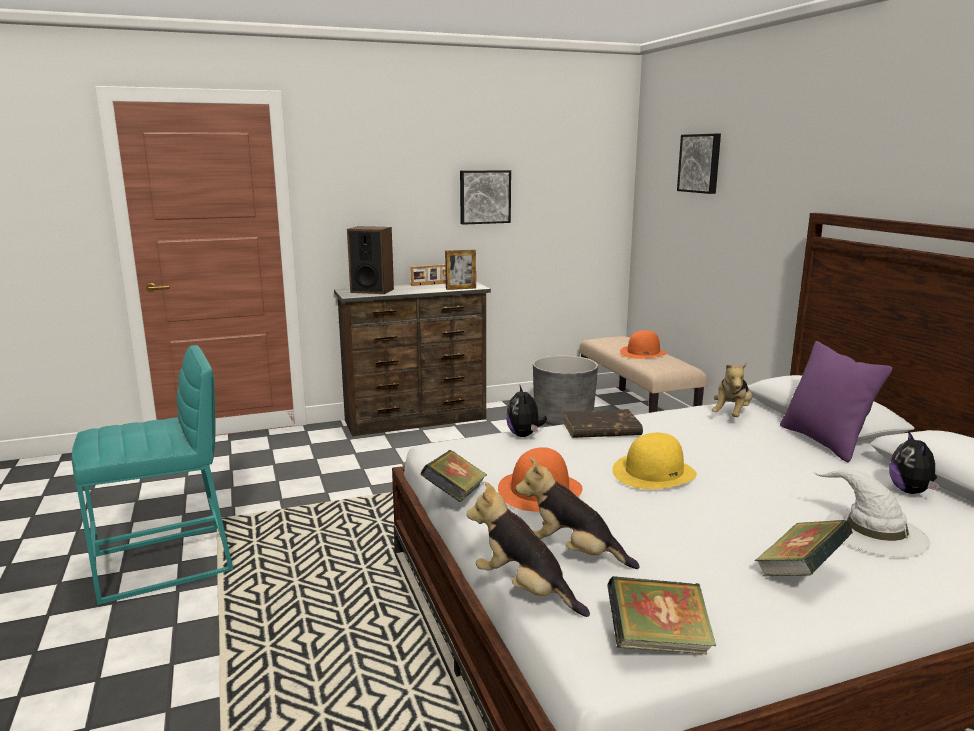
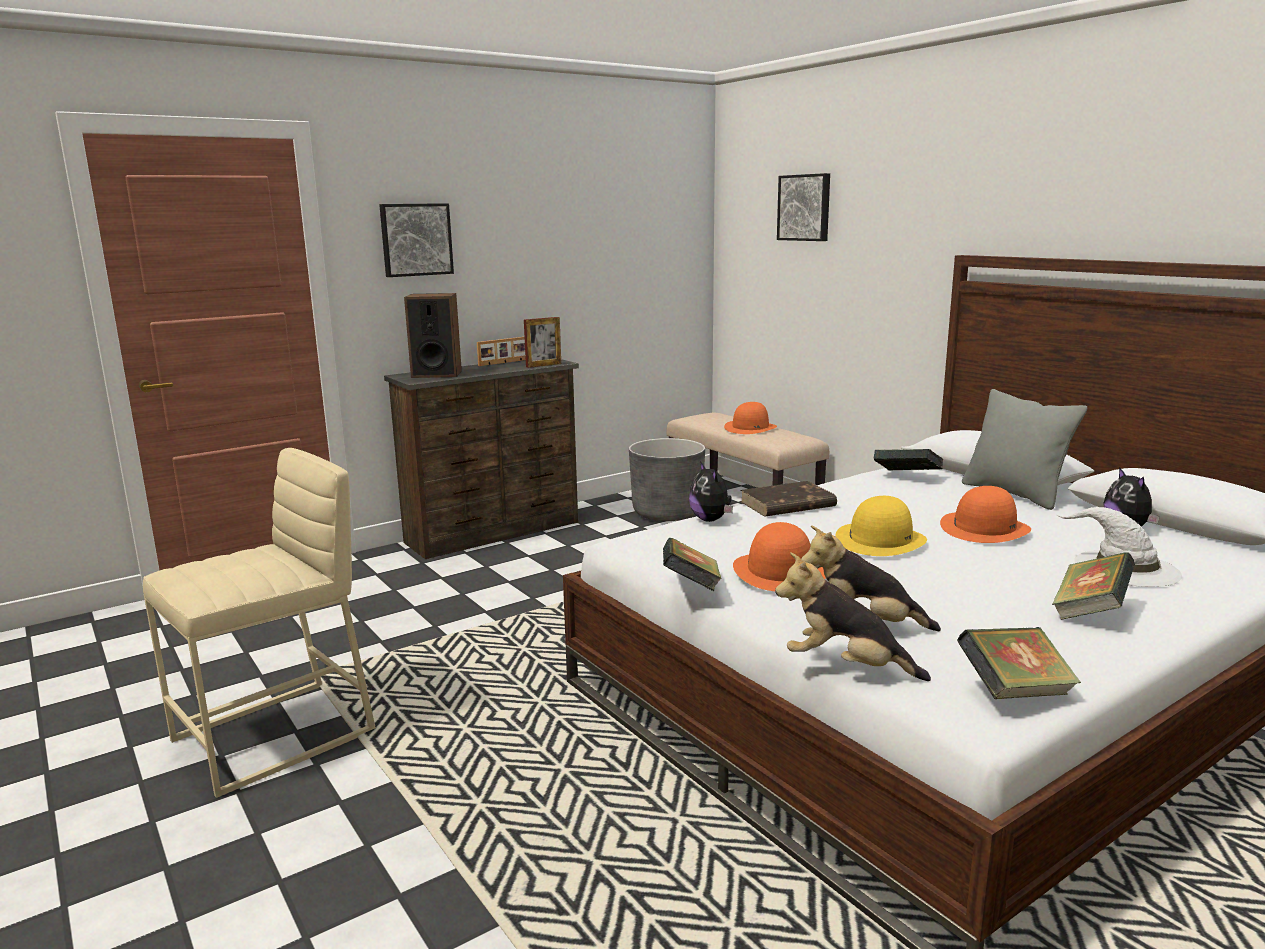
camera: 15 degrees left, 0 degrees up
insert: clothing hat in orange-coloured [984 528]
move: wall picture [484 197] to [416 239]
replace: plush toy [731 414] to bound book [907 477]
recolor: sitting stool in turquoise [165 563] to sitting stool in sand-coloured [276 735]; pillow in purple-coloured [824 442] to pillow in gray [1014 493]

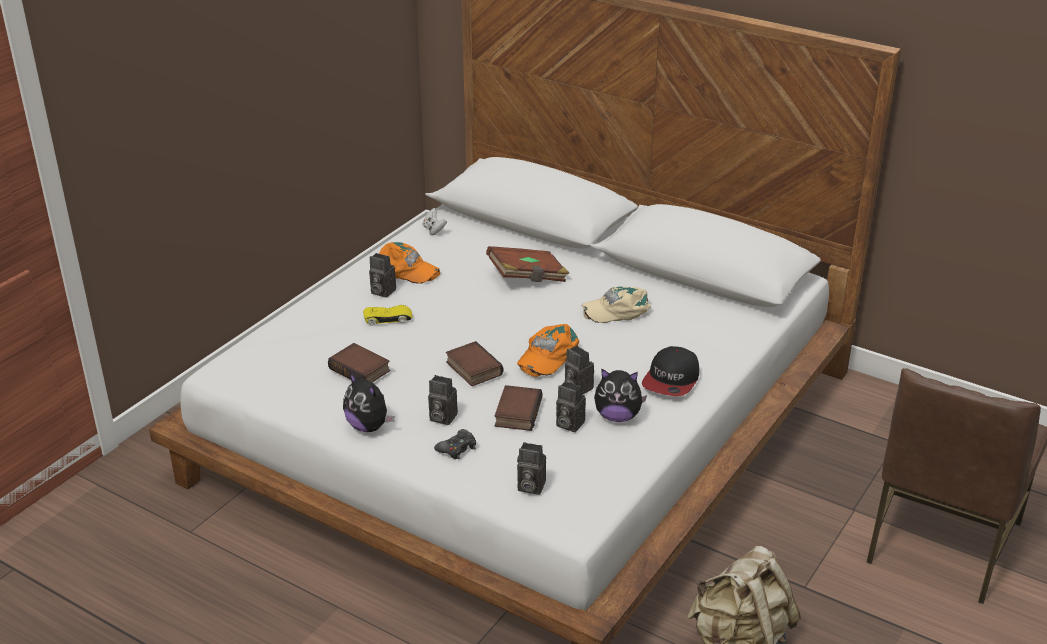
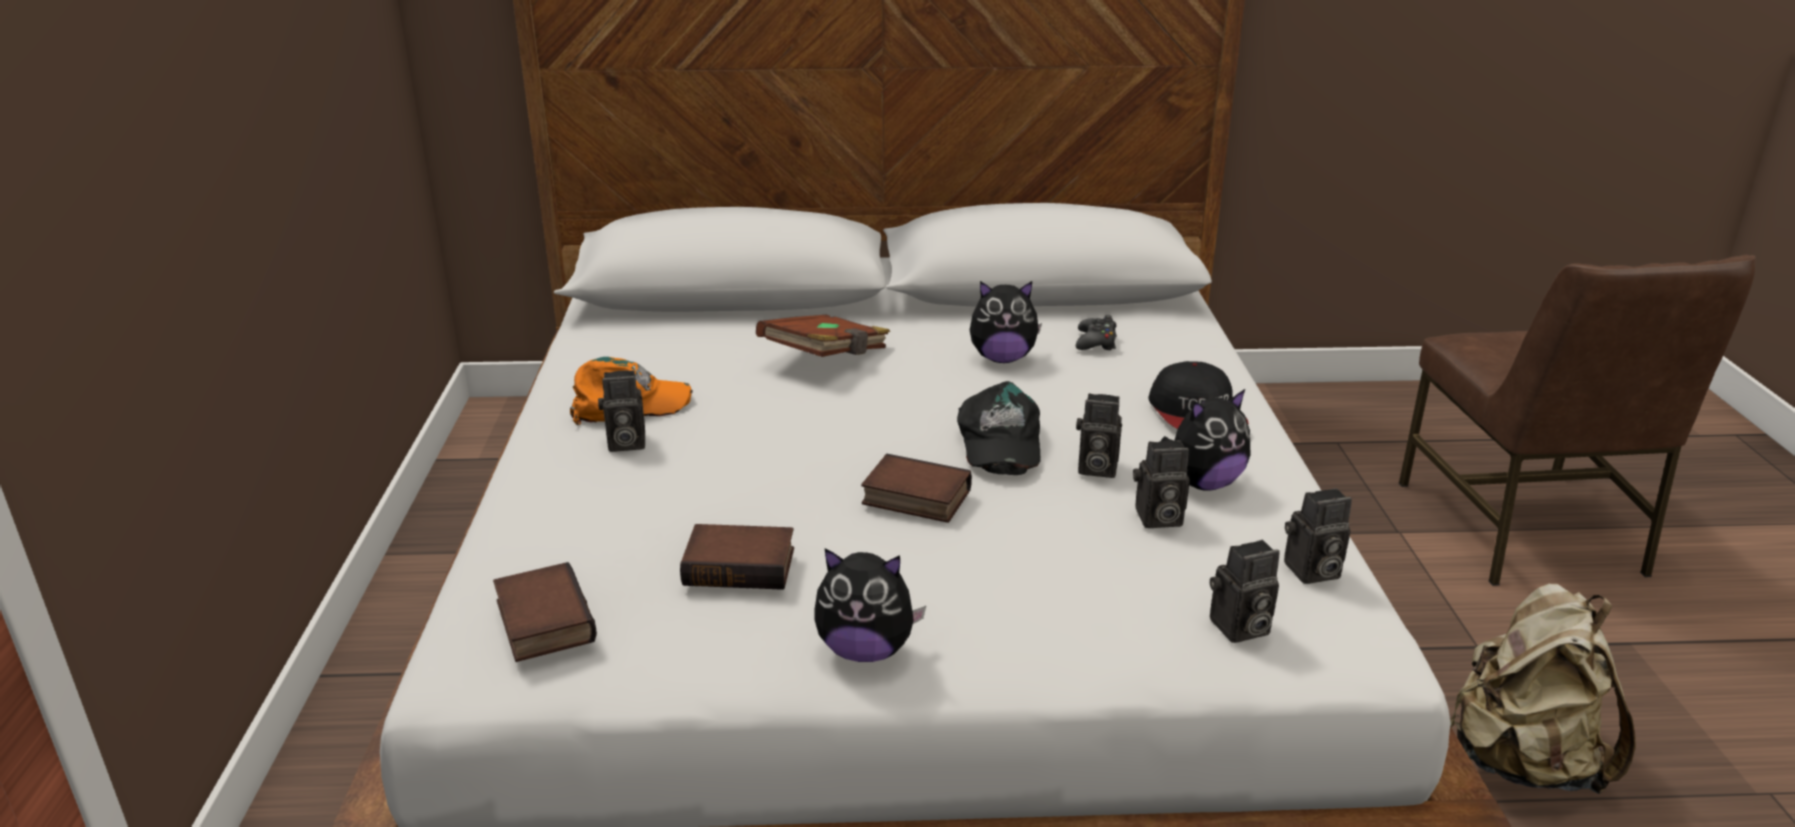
camera: 35 degrees left, 5 degrees down
delete: model car in yellowish [388 318]; game controller in white-coloured [434 230]
move: bound book [516 412] to [541 621]; game controller in black-coloured [457 449] to [1096 342]; still camera [441 417] to [1311 572]
replace: cap in sand-coloured [617 310] to plush toy [1002 358]
recolor: cap in orange-coloured [547 355] to cap in black-coloured [998 441]

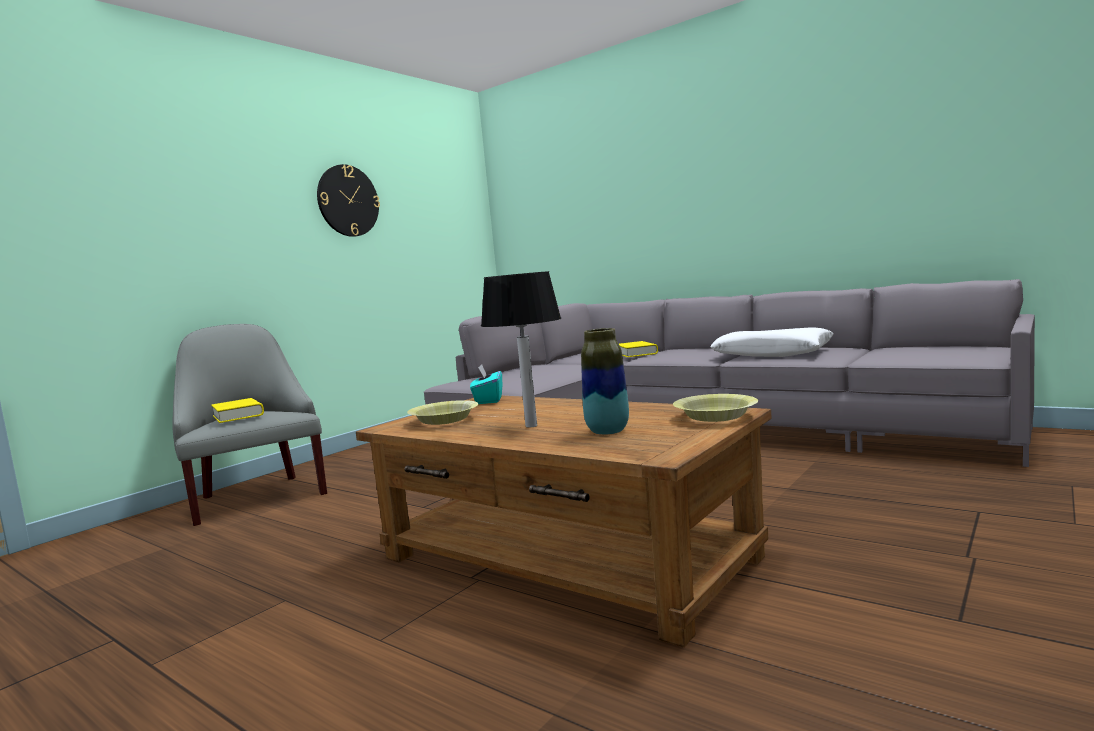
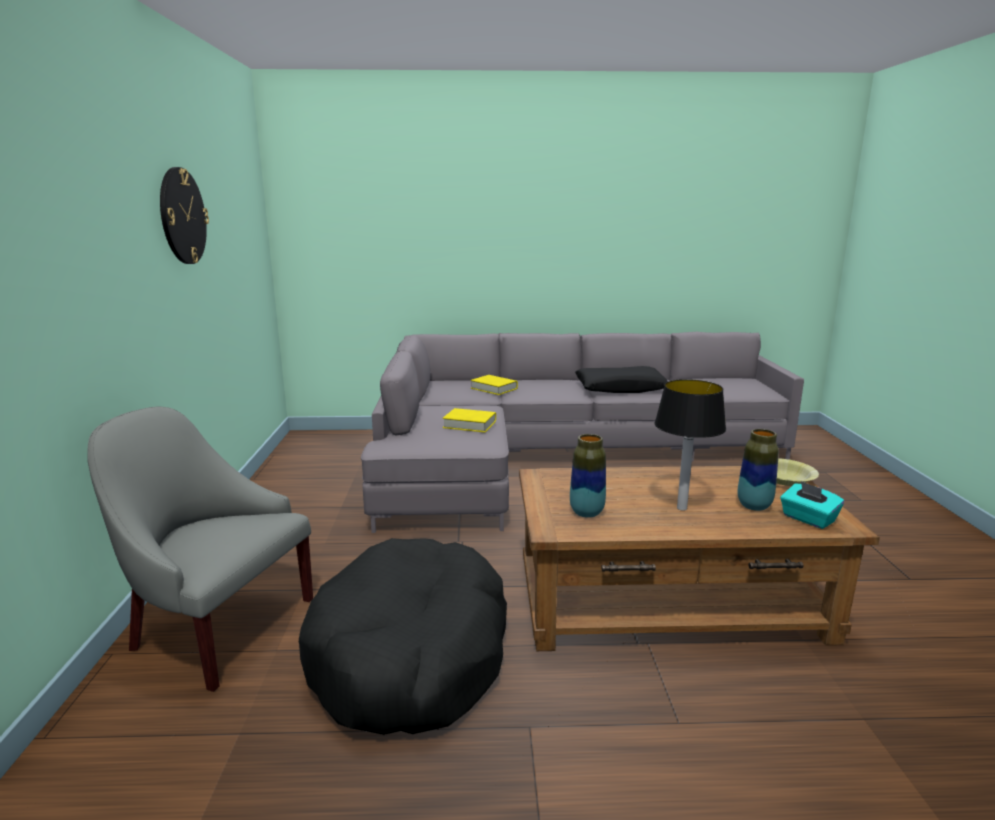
camera: 40 degrees left, 10 degrees up
insert: dog cushion in black-coloured [410 655]
move: bound book in yellowish [238 415] to [469 424]; tissue holder in turquoise [488 400] to [808 519]
replace: serving bowl in yellowish [445 421] to flower vase [586 513]
recolor: pillow in white-coloured [772 354] to pillow in black-coloured [620 388]

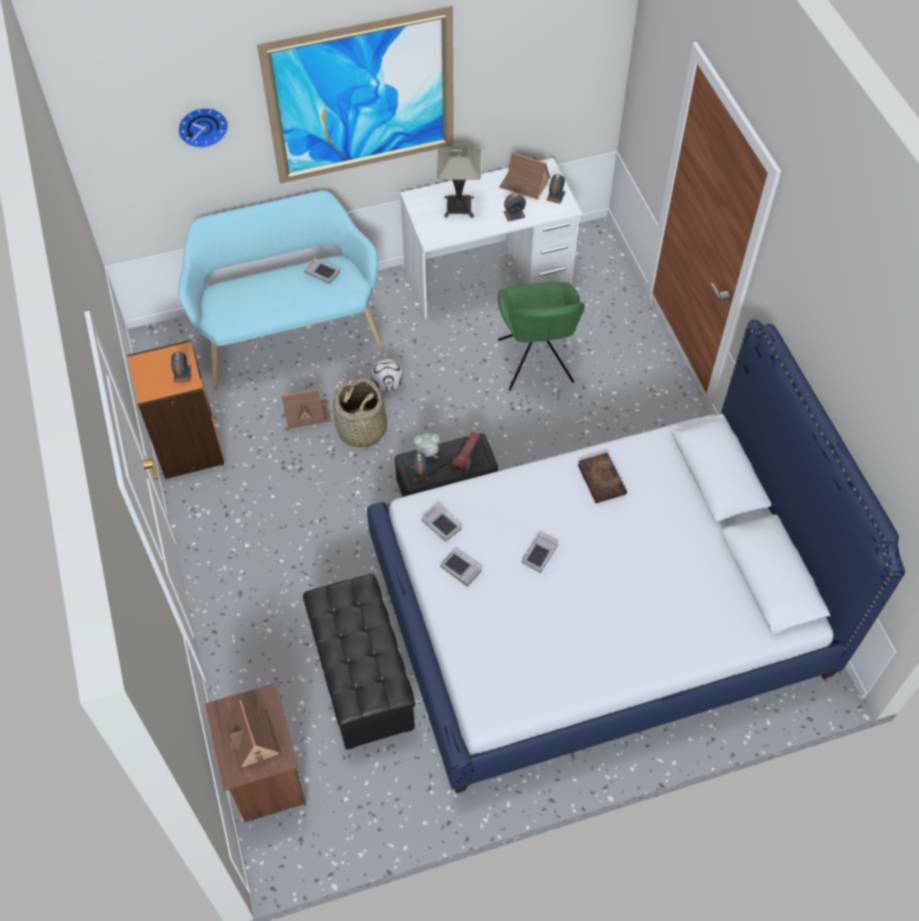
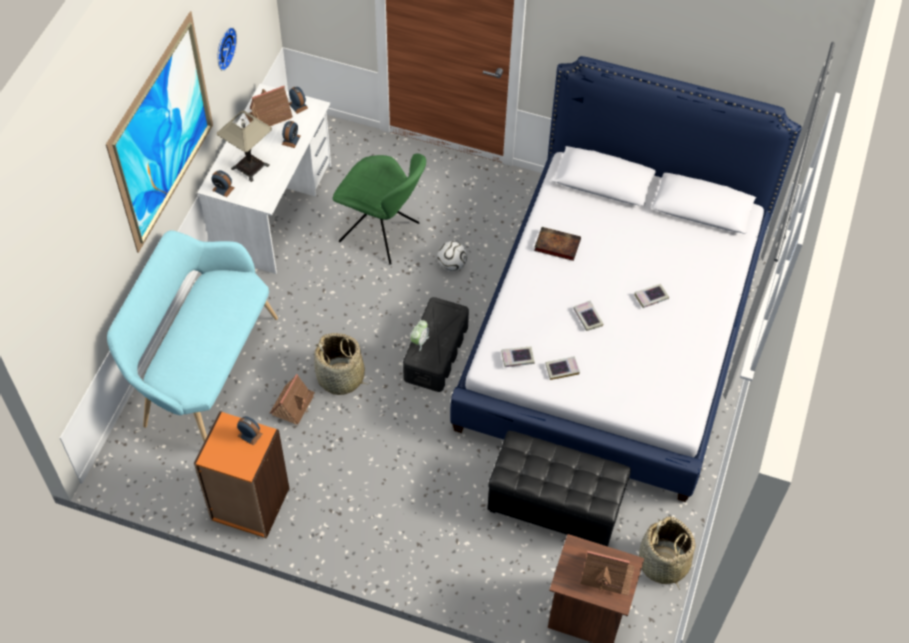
camera: 55 degrees left, 0 degrees up
delete: flashlight [466 455]
insert: household basket [663 563]
move: table clock [420 473] to [223 189]; hanging clock [202 125] to [223 48]; ball for football [388 385] to [451 264]; bound book [322 273] to [651 297]

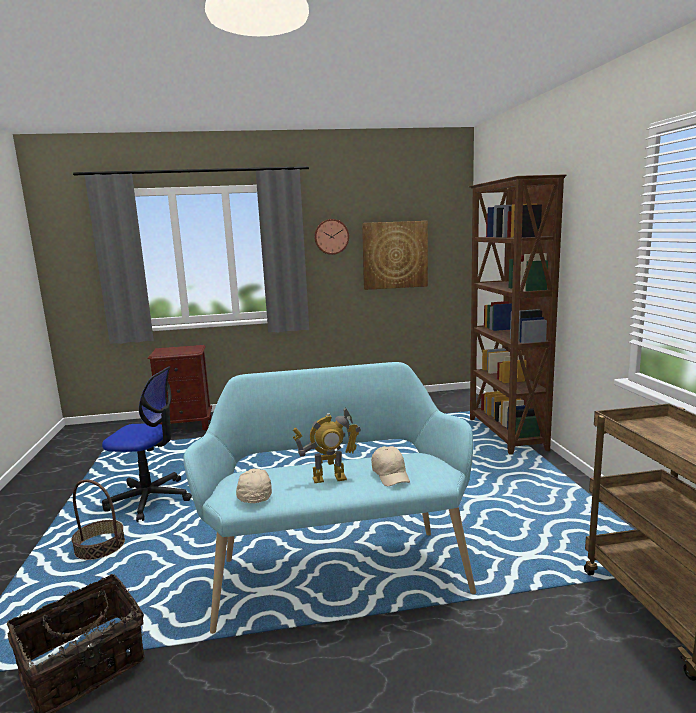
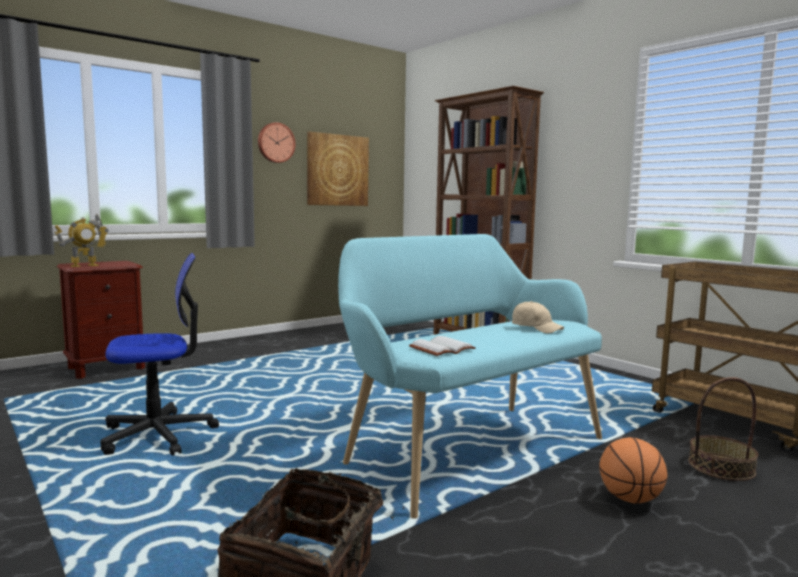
camera: 30 degrees left, 5 degrees down
insert: basketball ball [630 499]
move: toy robot [329 478] to [84 266]; household basket [100 547] to [721 467]
replace: cap in sand-coloured [254 494] to bound book in white-coloured [442 349]

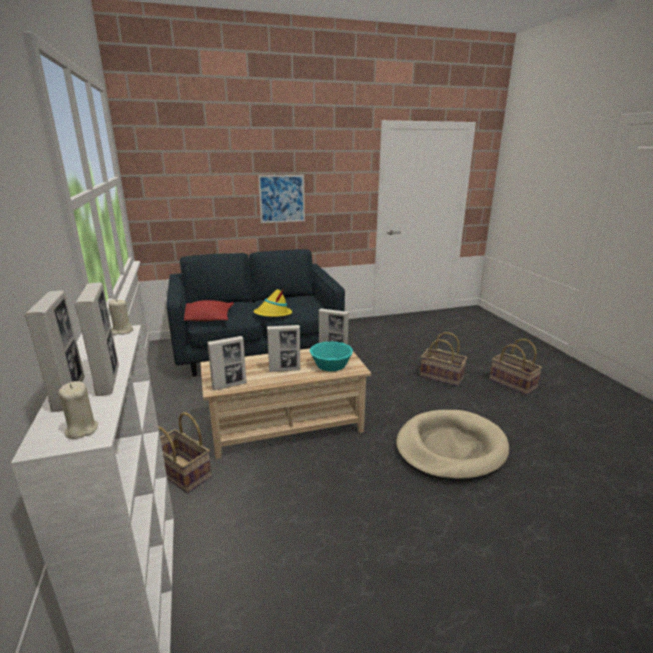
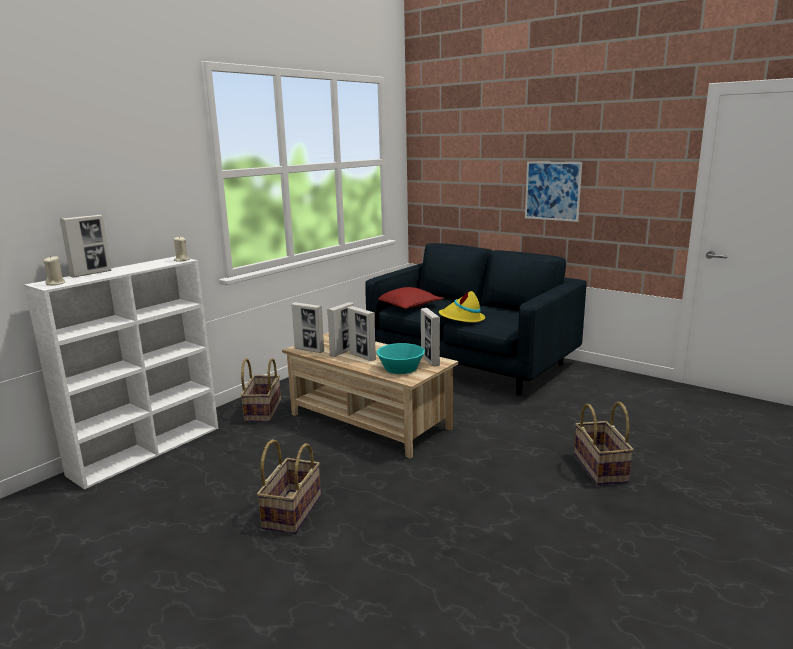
camera: 55 degrees right, 5 degrees down
delete: dog cushion in sand-coloured [450 448]
move: household basket [512 384] to [291 511]; standing frame [108 380] to [343 352]

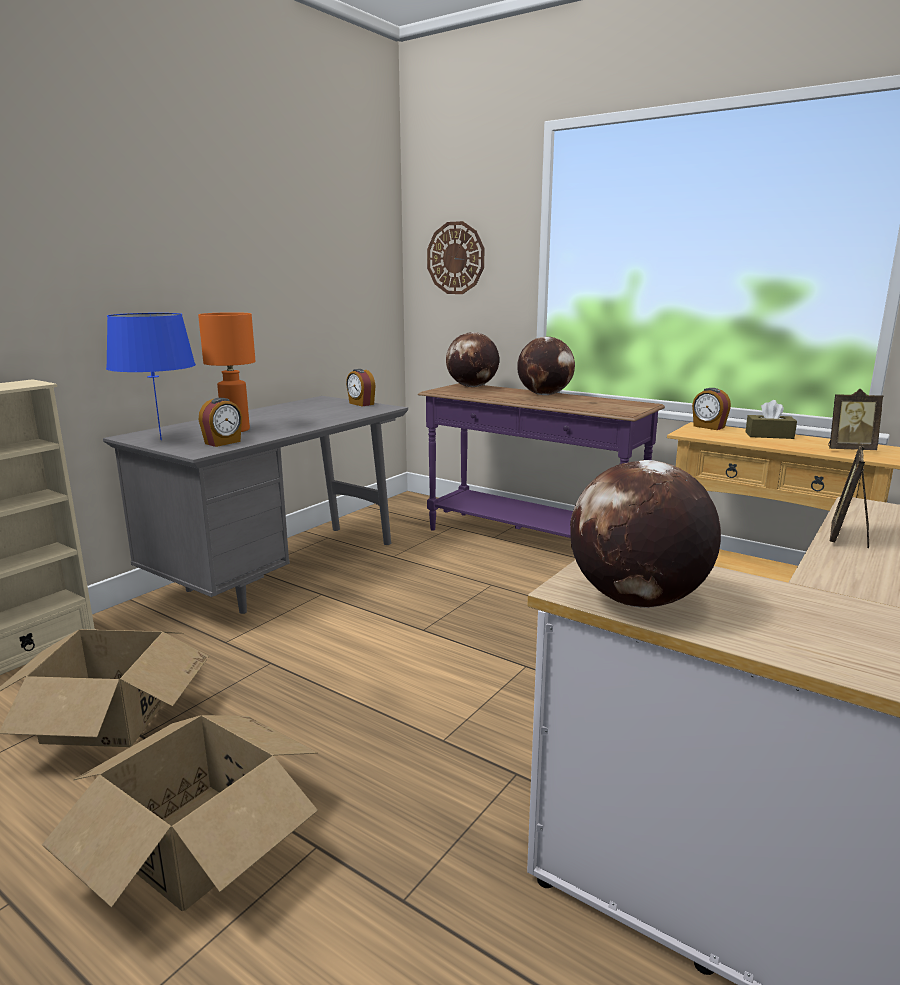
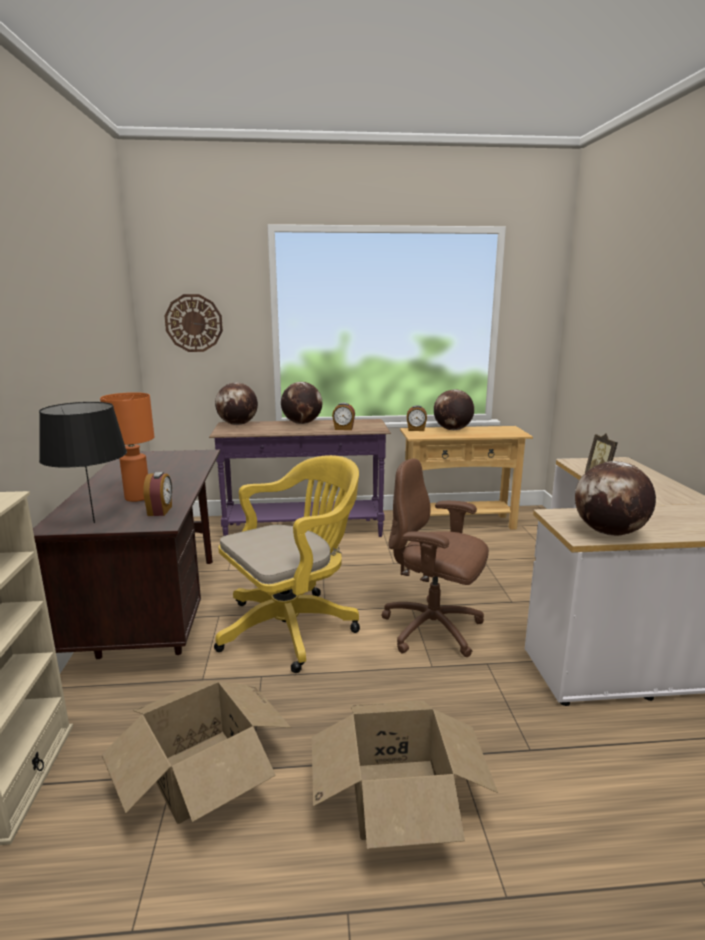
camera: 40 degrees left, 0 degrees up
delete: standing frame [849 449]
insert: computer chair in yellowish [293 626]; computer chair in brownish [433 629]
move: table clock [361 404] to [343 428]
replace: tissue holder in brownish [769 435] to desk globe [452 429]
recolor: desk unit in gray [282 571] to desk unit in brownish [158 611]; lamp for a table in blue [161 439] to lamp for a table in black-coloured [94 522]

